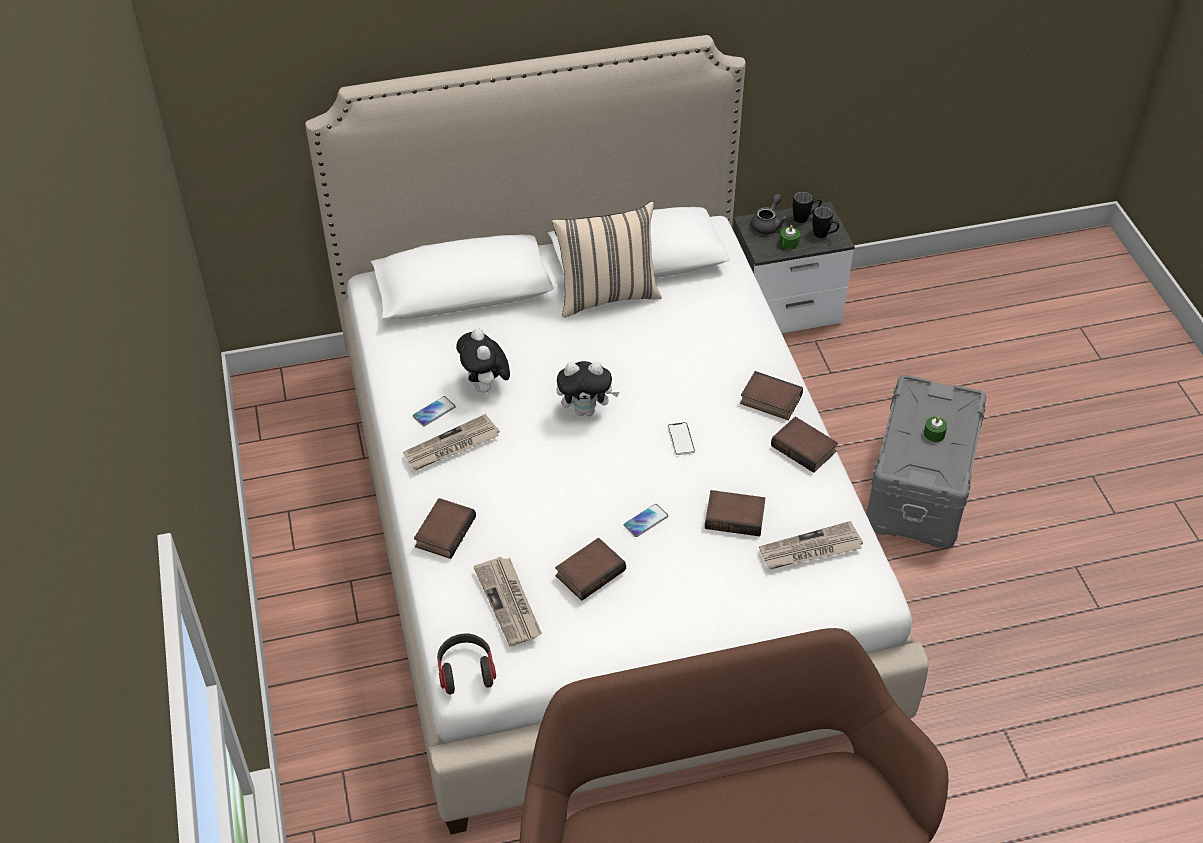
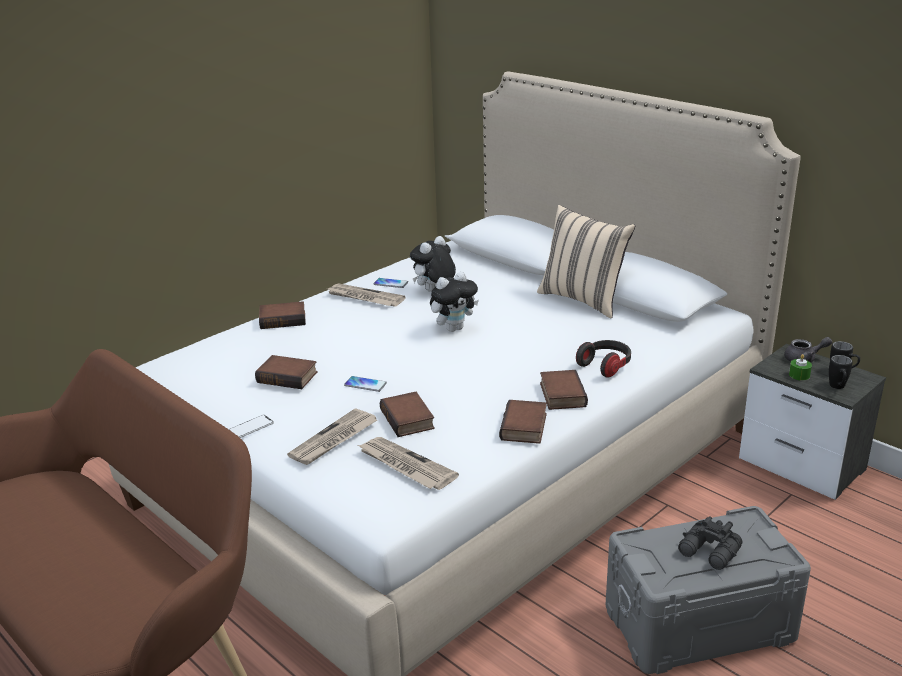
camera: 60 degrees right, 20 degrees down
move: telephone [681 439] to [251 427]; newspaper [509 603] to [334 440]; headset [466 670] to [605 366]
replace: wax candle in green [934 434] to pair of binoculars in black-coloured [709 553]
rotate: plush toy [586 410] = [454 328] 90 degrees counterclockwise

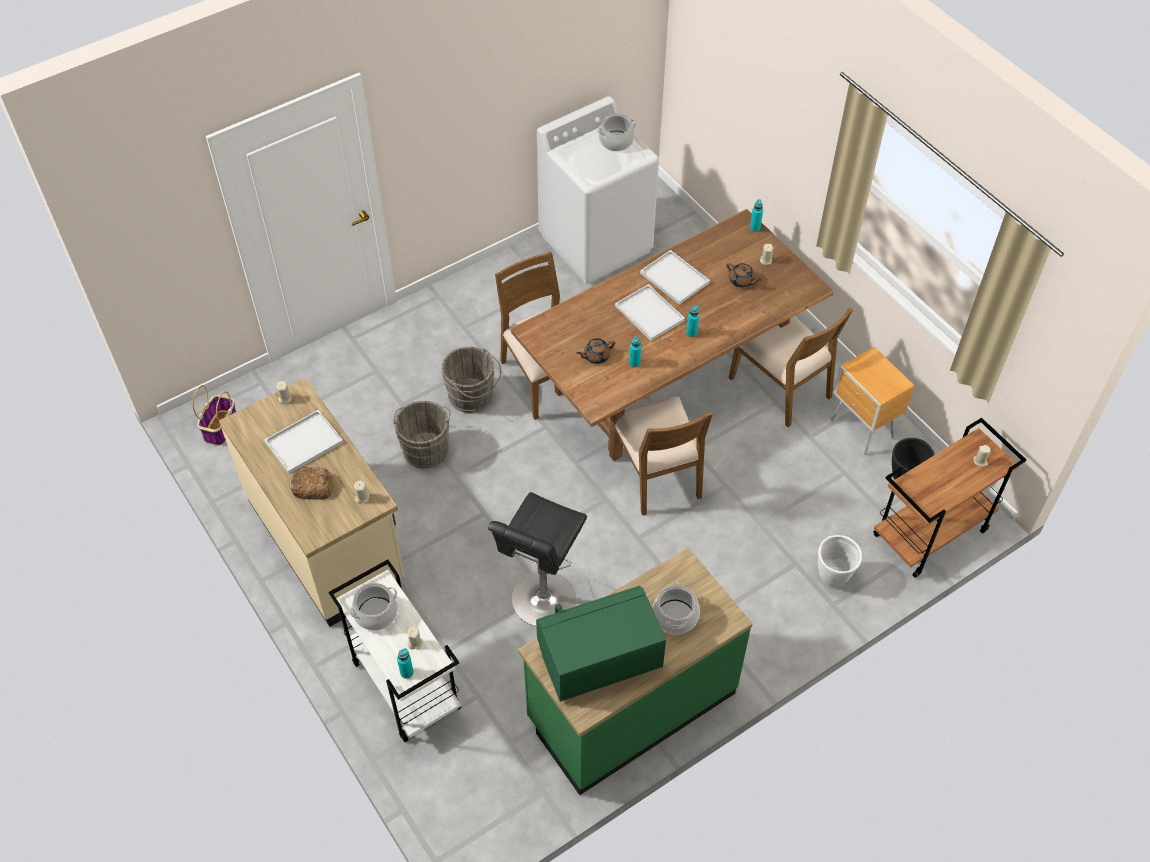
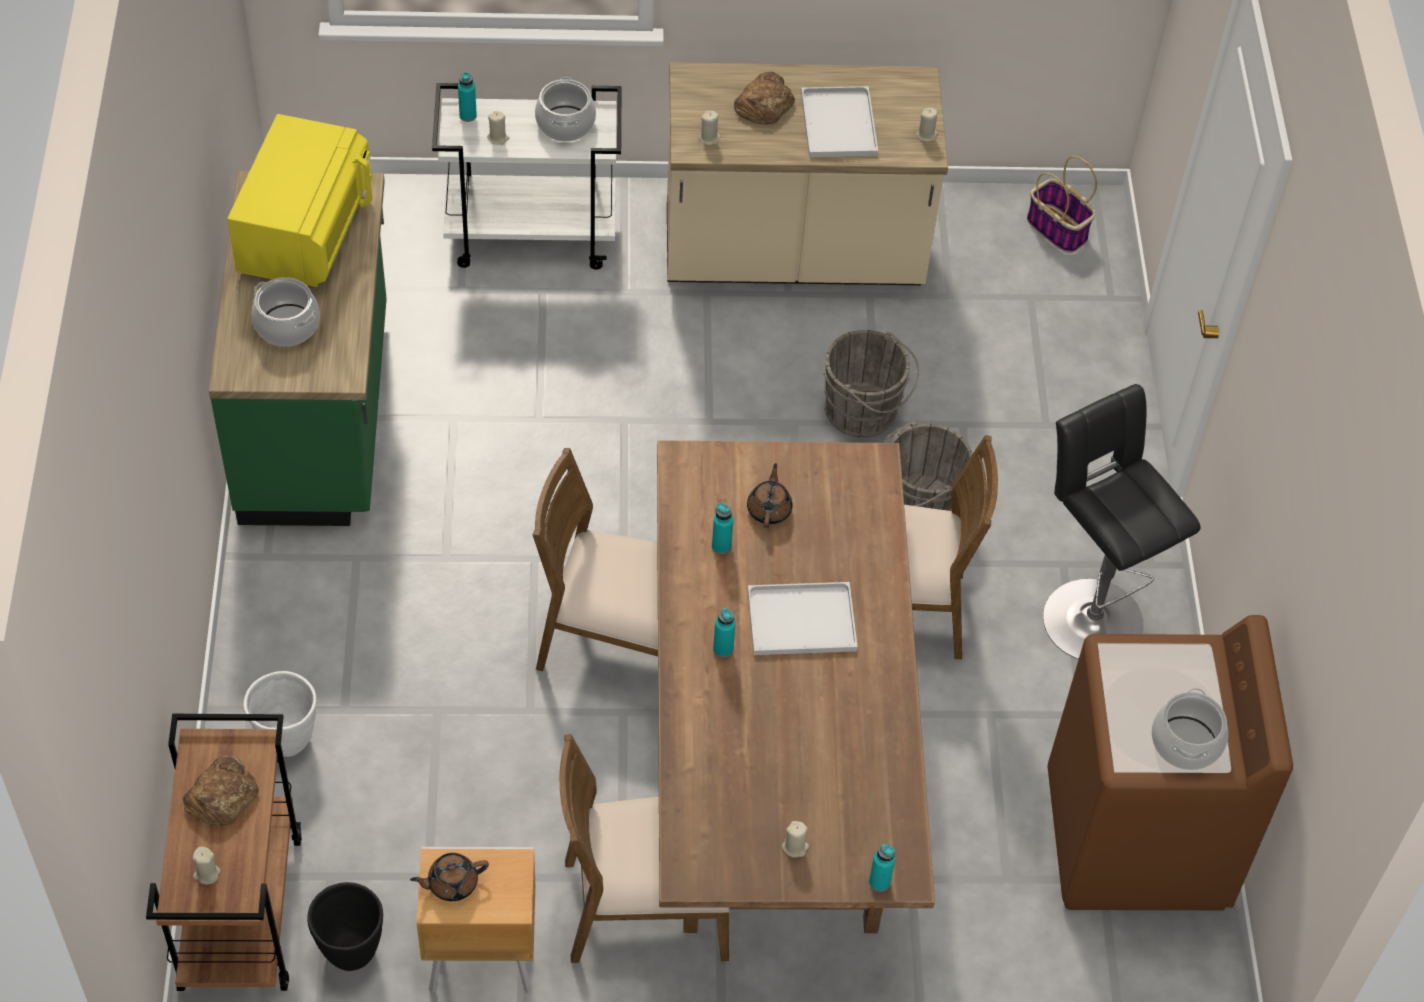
camera: 120 degrees right, 0 degrees up
delete: serving tray in white-coloured [676 278]
insert: bread [222 795]
move: tea pot in brownish [742 281] to [451 883]; sitting stool in black-coloured [541 603] to [1087 614]
recolor: microwave in green [599 656] to microwave in yellowish [306 233]; laundry machine in white-coloured [596 243] to laundry machine in brownish [1136 840]

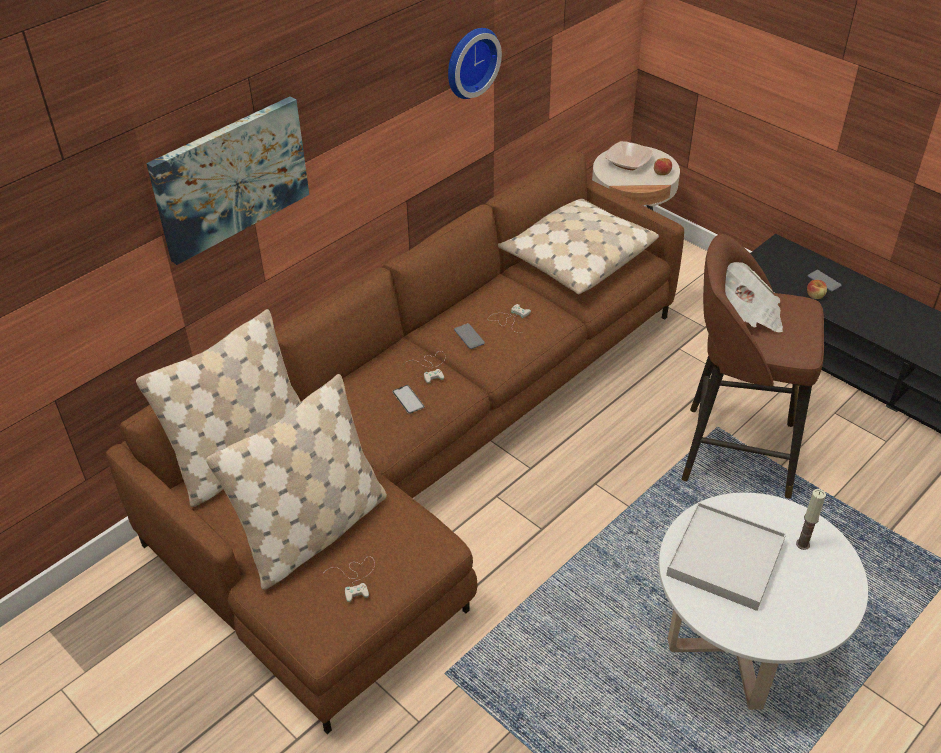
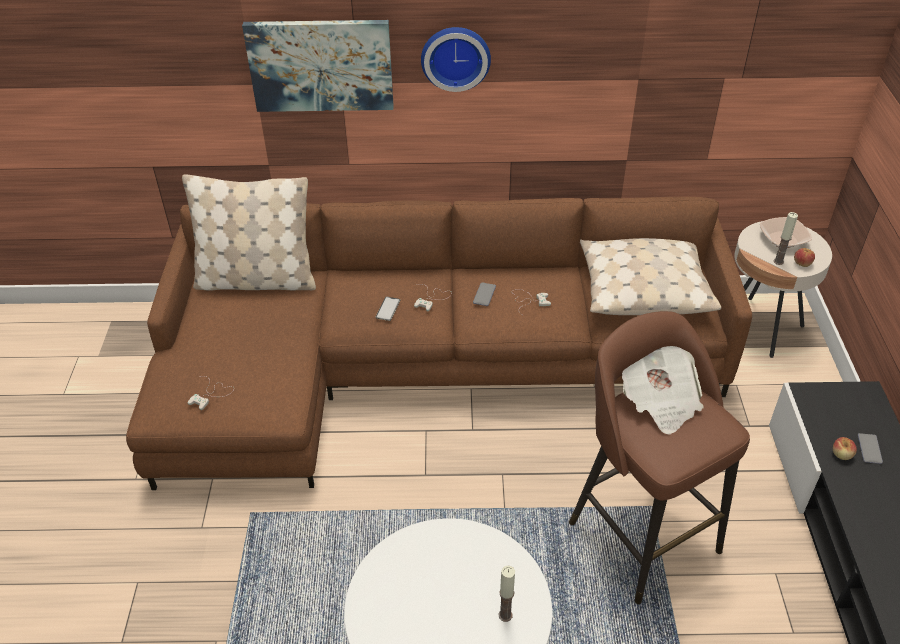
camera: 45 degrees right, 0 degrees up
delete: pillow in sand-coloured [313 531]; serving tray in white-coloured [725 558]
insert: wax candle [778 261]
move: hanging clock [469 61] to [455 57]

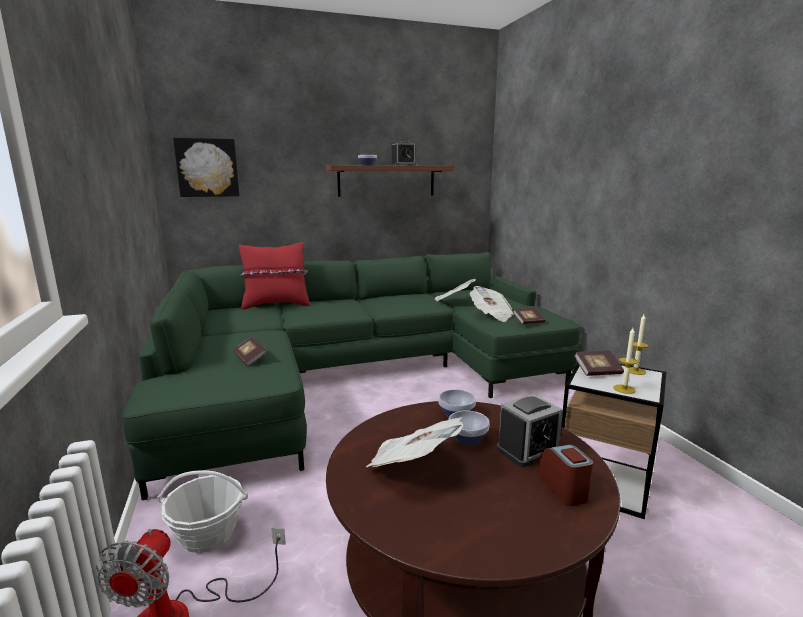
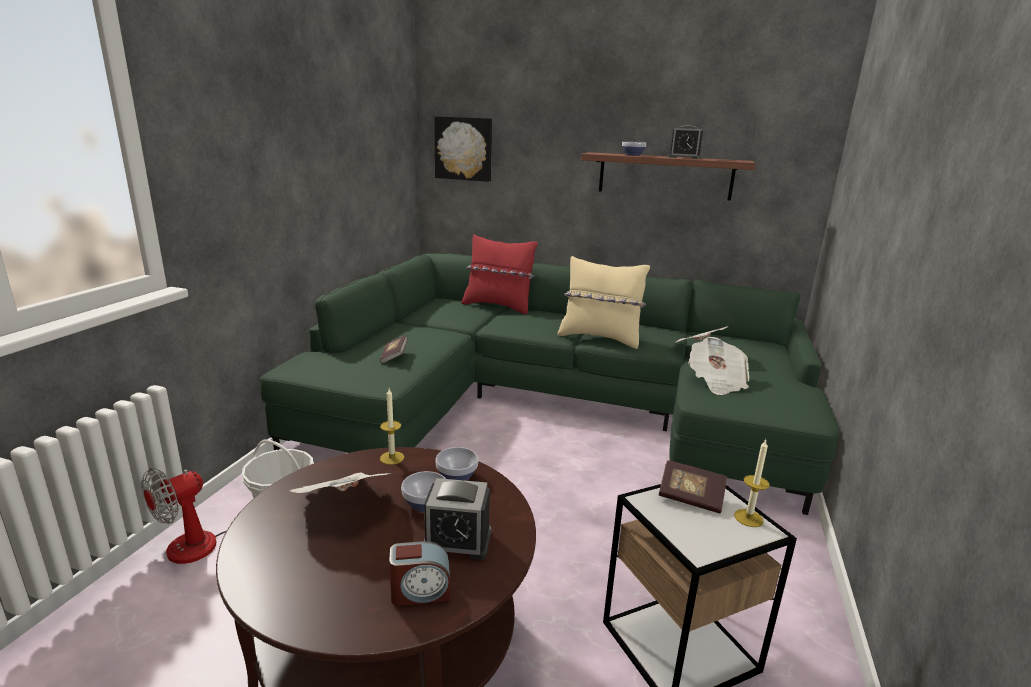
camera: 35 degrees right, 5 degrees up
delete: bound book [528 322]
insert: pillow in sand-coloured [600 338]
move: wax candle [624 389] to [392 458]
rotate: table clock [564 488] = [420 592] 60 degrees clockwise

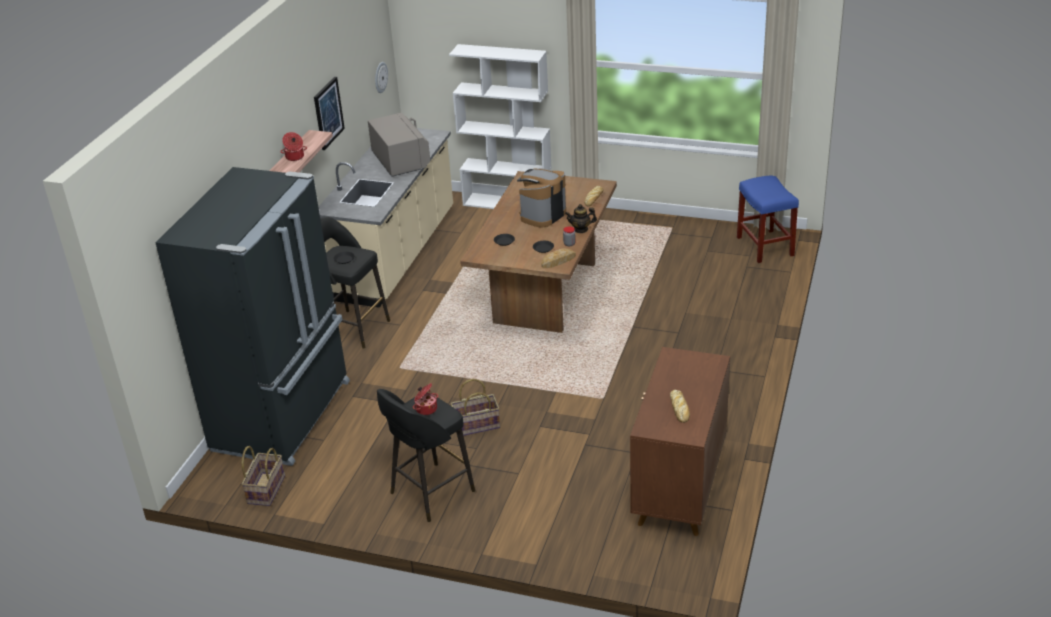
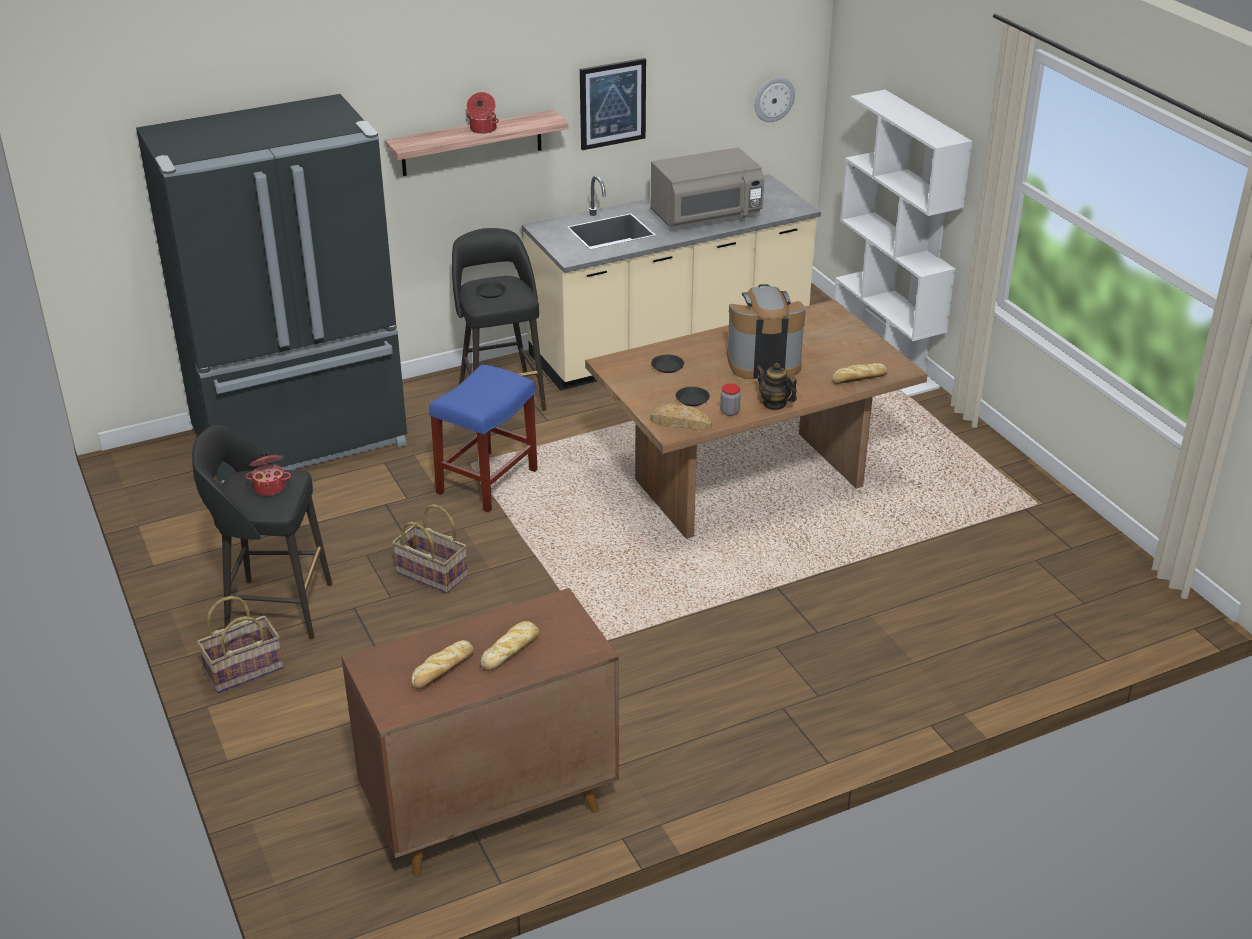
camera: 45 degrees right, 0 degrees up
insert: bread [511 650]
move: household basket [265 489] to [244 669]; sitting stool in blue [764 246] to [487 480]
rotate: microwave in gray [401 161] = [706 217] 45 degrees clockwise

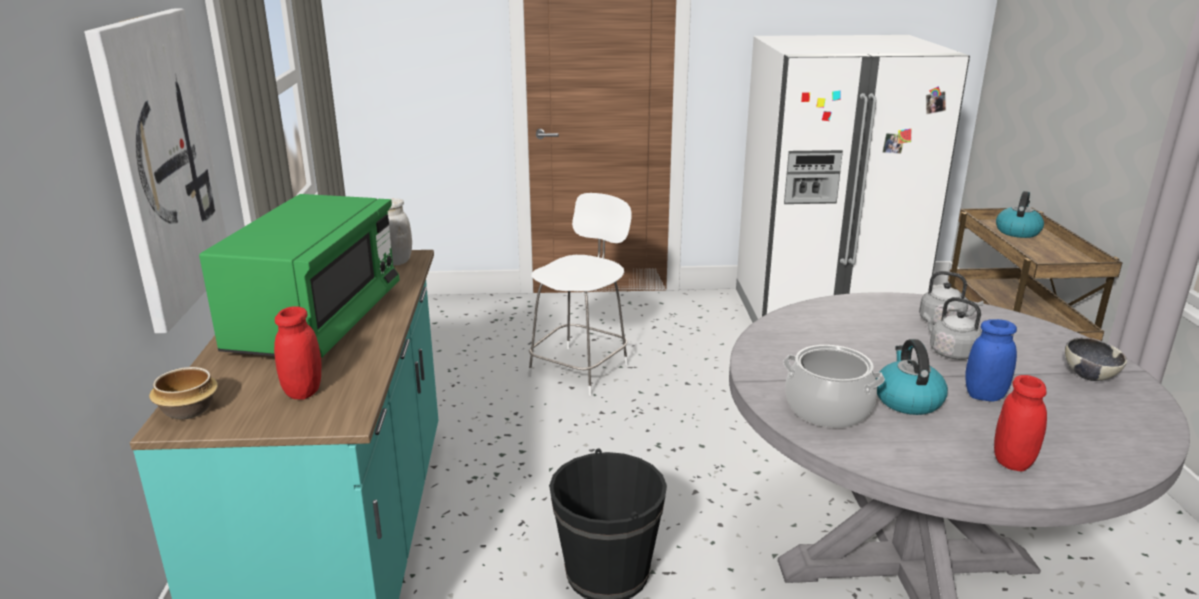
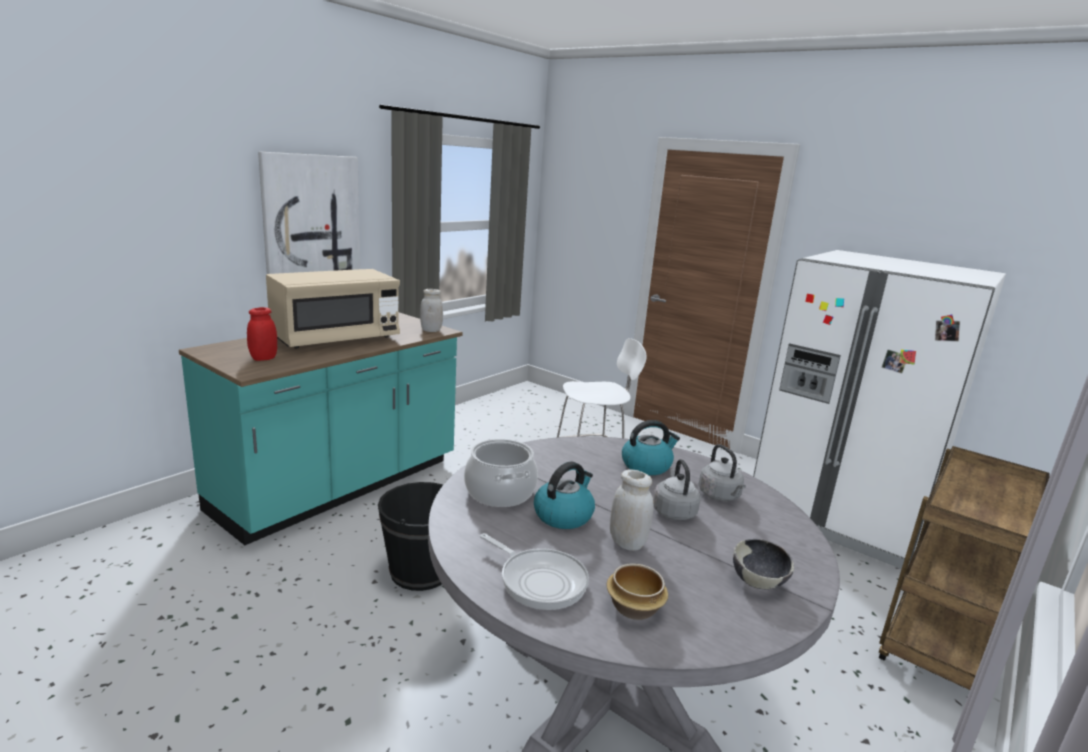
camera: 40 degrees right, 5 degrees down
move: serving bowl [188 410] to [634 607]; kettle [1017 231] to [647 465]
replace: storage jar in reddish [1012 461] to frying pan [539 581]
recolor: microwave in green [317 322] to microwave in sand-coloured [336 339]; storage jar in blue [984 395] to storage jar in white-coloured [627 543]

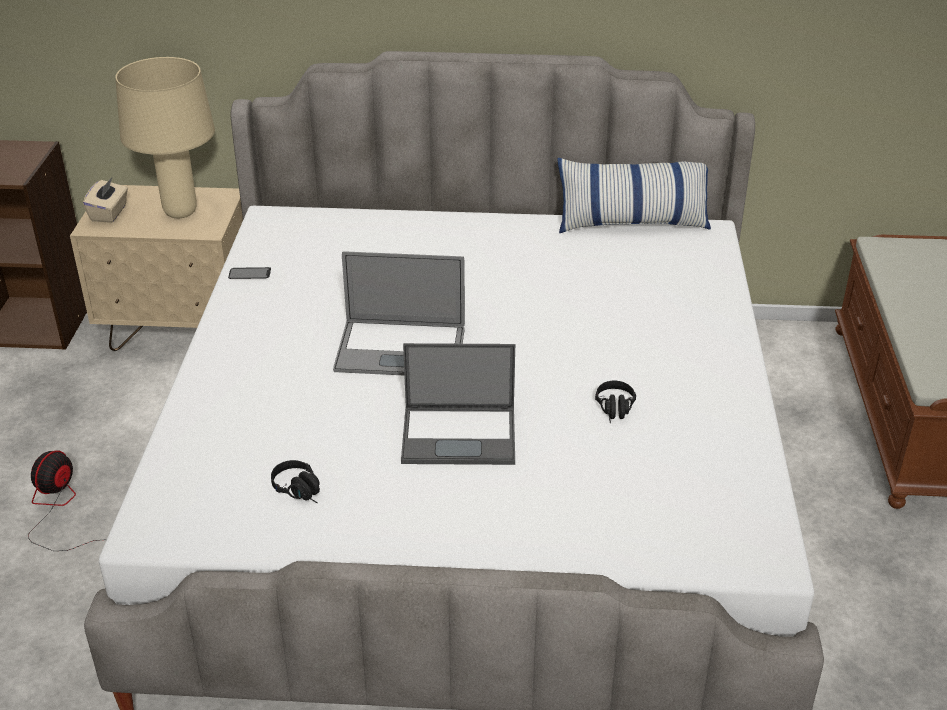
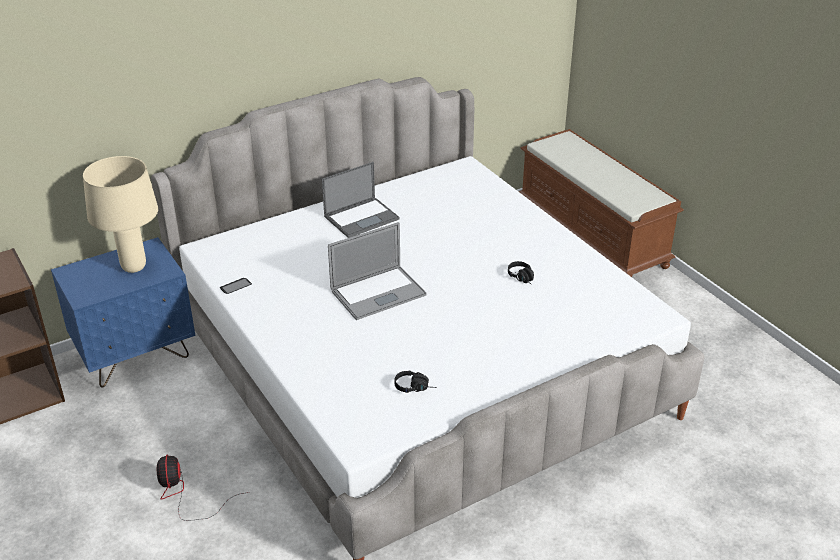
camera: 35 degrees left, 0 degrees up
delete: tissue holder in sand-coloured [109 213]; pillow [632 223]
move: notebook computer [460 435] to [362 217]
recolor: night table in sand-coloured [181 330] to night table in blue [136 355]

